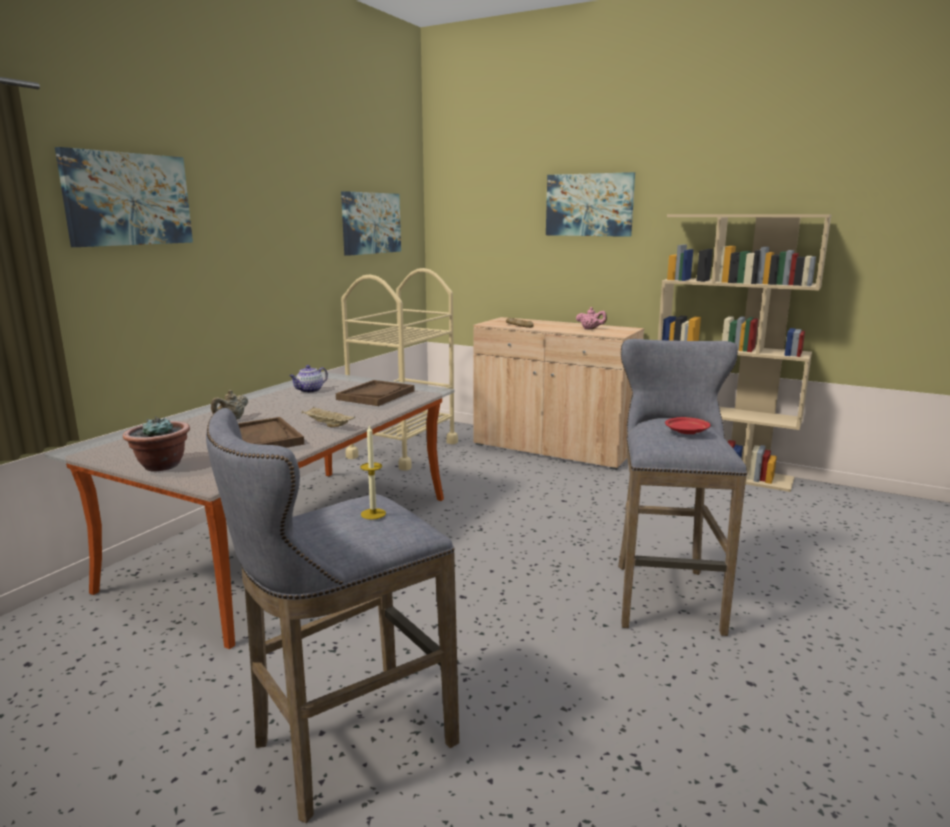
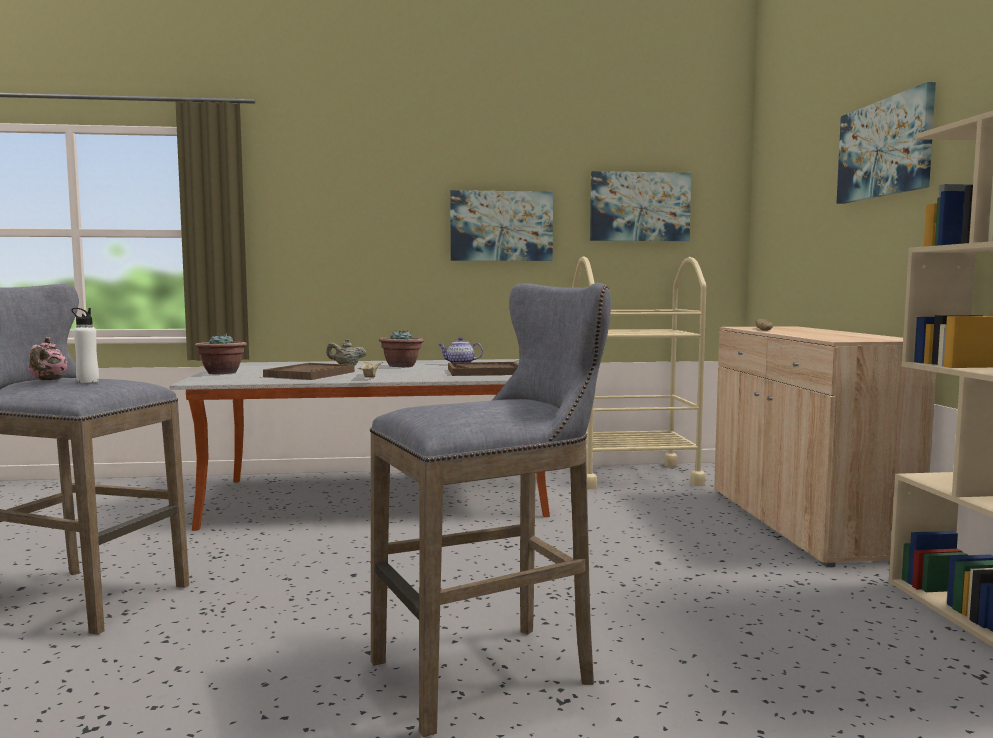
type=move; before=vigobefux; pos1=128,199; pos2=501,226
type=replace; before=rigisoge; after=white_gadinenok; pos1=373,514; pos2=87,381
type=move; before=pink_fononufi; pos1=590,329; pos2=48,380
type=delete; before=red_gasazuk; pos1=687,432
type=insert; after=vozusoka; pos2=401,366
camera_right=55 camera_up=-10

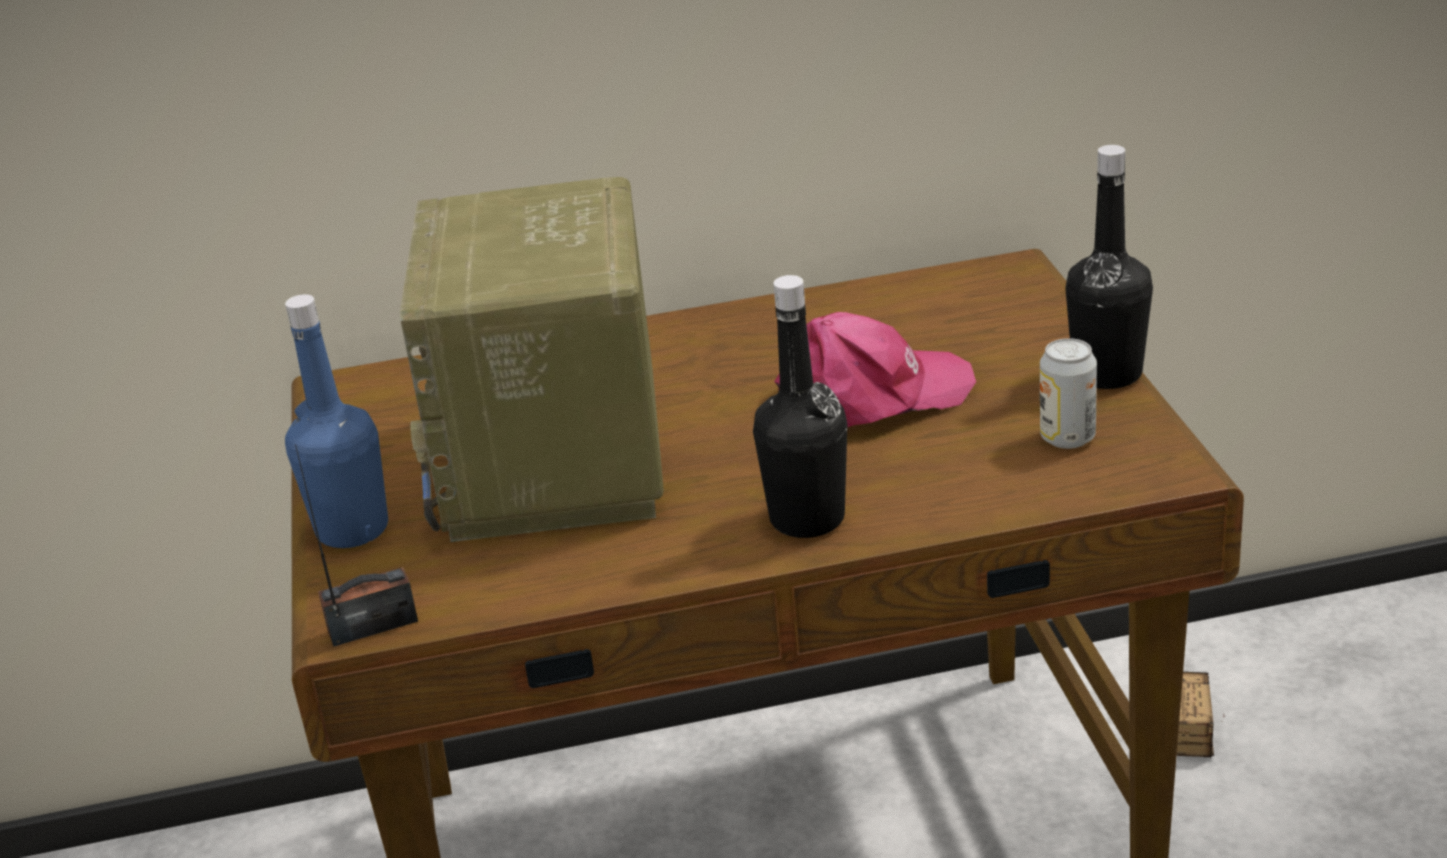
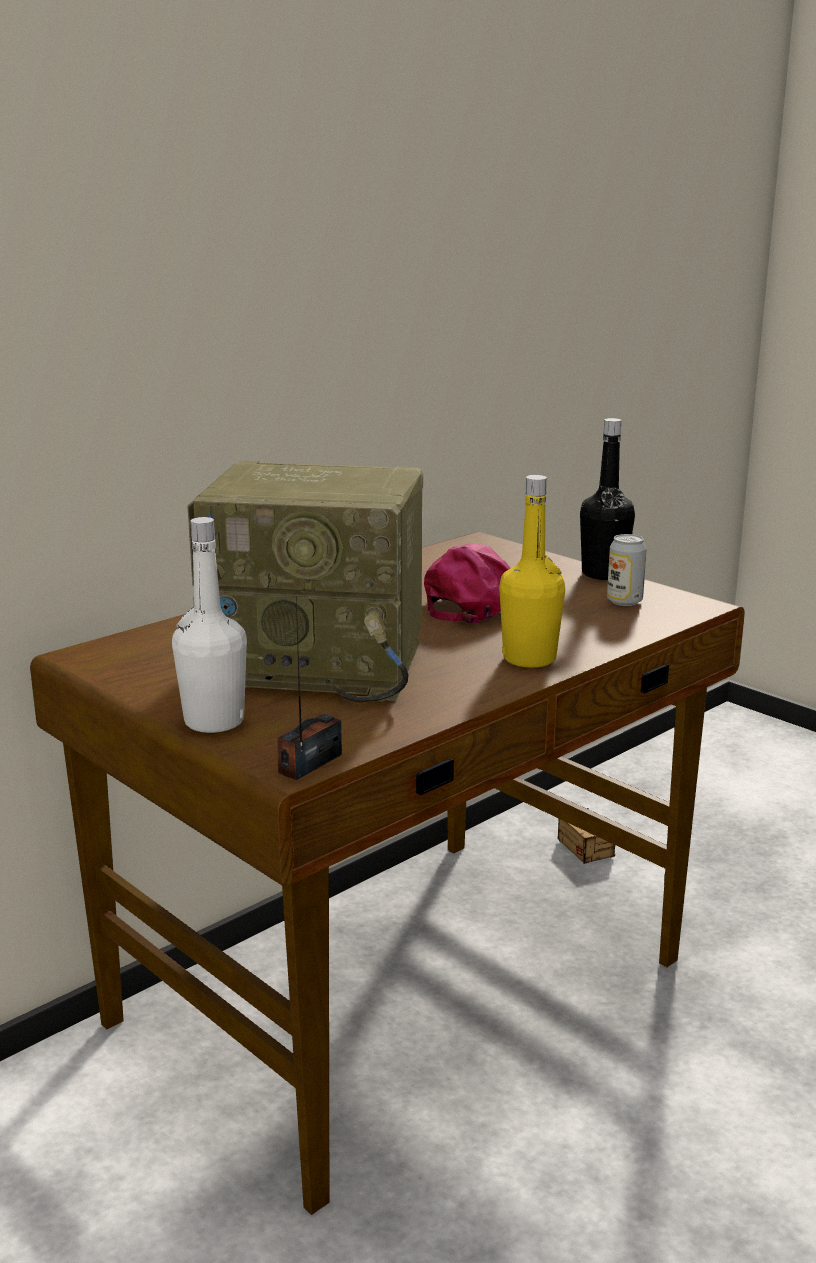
type=recolor; before=blue_gadinenok; after=white_gadinenok; pos1=352,529; pos2=214,721
type=rotate; before=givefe; pos1=558,464; pos2=320,664; turn=-45
type=recolor; before=black_gadinenok; after=yellow_gadinenok; pos1=807,519; pos2=529,658
camera_right=-35 camera_up=-10

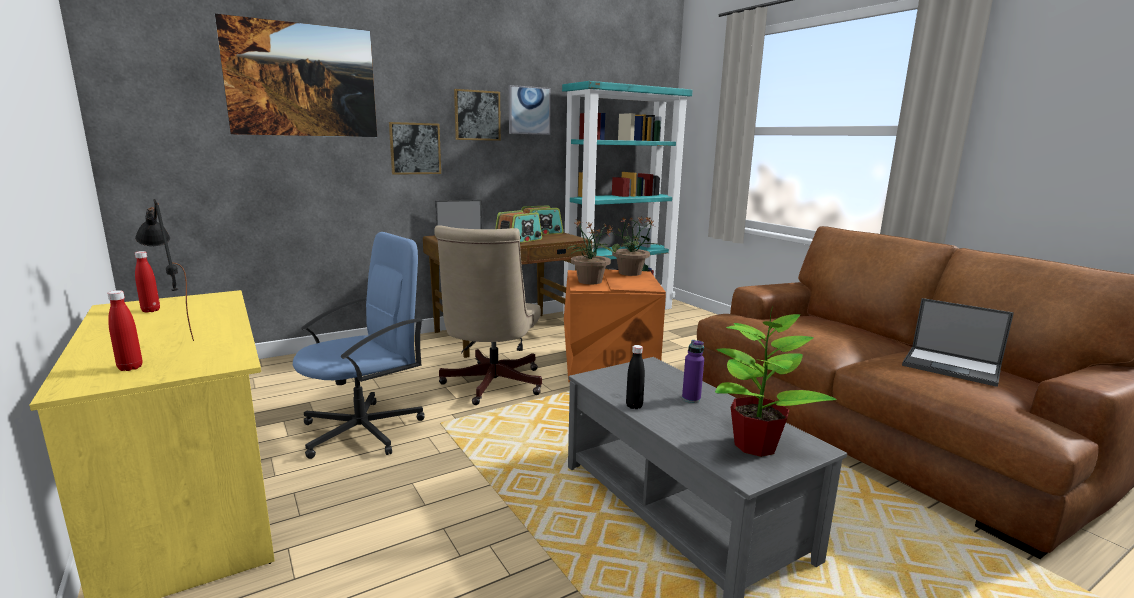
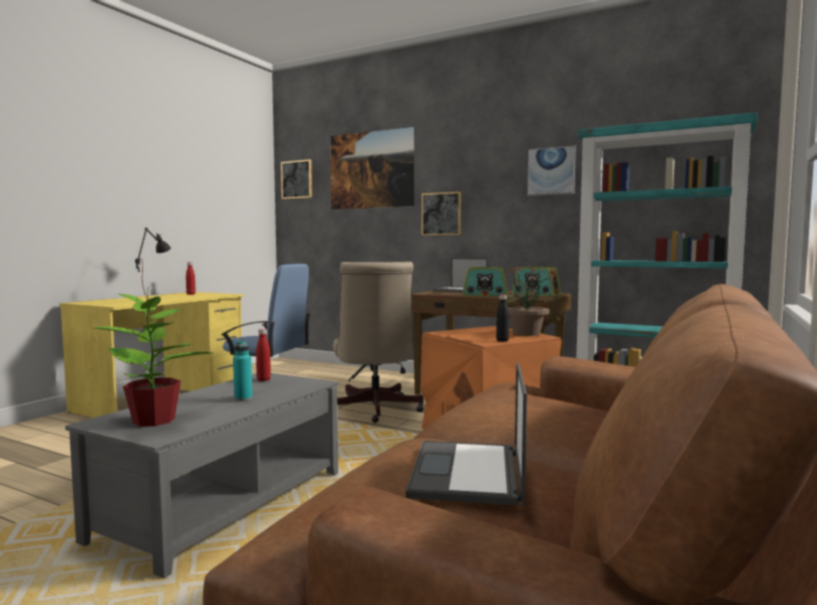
type=move; before=red_gadinenok; pos1=130,368; pos2=263,380
type=rotate; before=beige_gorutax; pos1=490,386; pos2=374,410; turn=-75
type=move; before=vigobefux; pos1=477,115; pos2=297,179
type=delete; before=vozusoka; pos1=590,281
type=move; before=black_gadinenok; pos1=634,406; pos2=502,341
type=recolor; before=purple_gadinenok; after=turquoise_gadinenok; pos1=691,399; pos2=243,398
camera_right=60 camera_up=-10

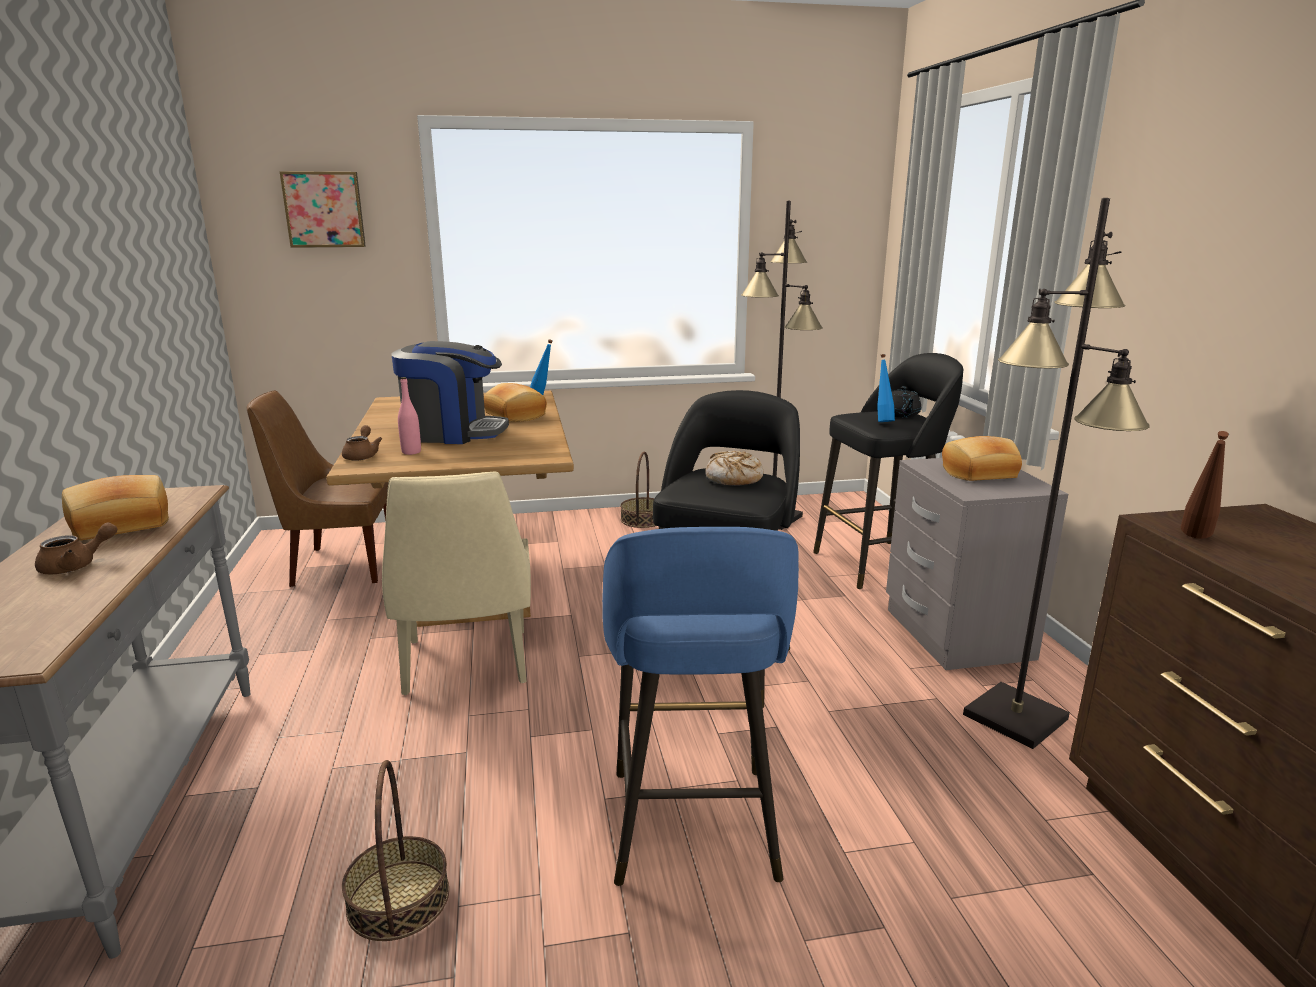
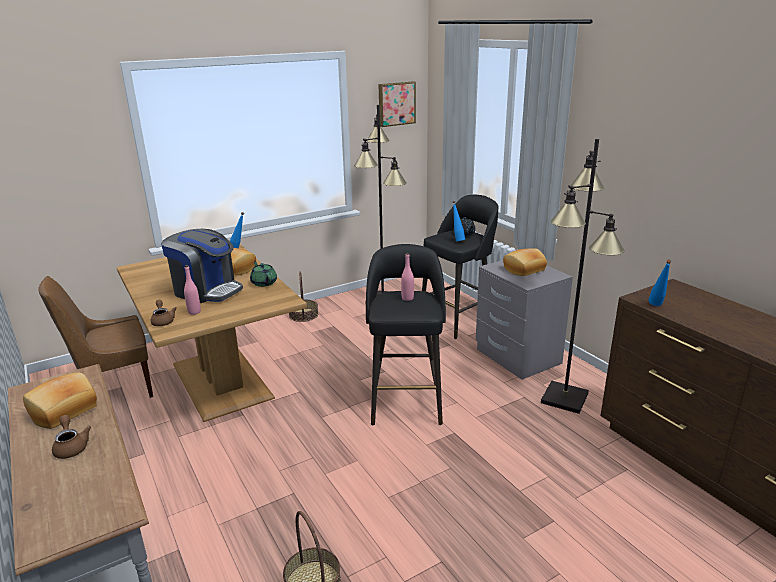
type=rotate; before=brown_fononufi; pos1=76,566; pos2=71,447; turn=-60
type=move; before=vigobefux; pos1=324,209; pos2=396,103
type=delete; before=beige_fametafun; pos1=466,664
type=rotate; before=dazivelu; pos1=453,433; pos2=206,291; turn=45
type=delete; before=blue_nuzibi; pos1=693,828
type=replace; before=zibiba; after=pink_gadinenok; pos1=733,478; pos2=407,298
type=recolor; before=brown_gadinenok; after=blue_gadinenok; pos1=1195,539; pos2=656,307
type=insert; after=green_fononufi; pos2=264,282
camera_right=-20 camera_up=5

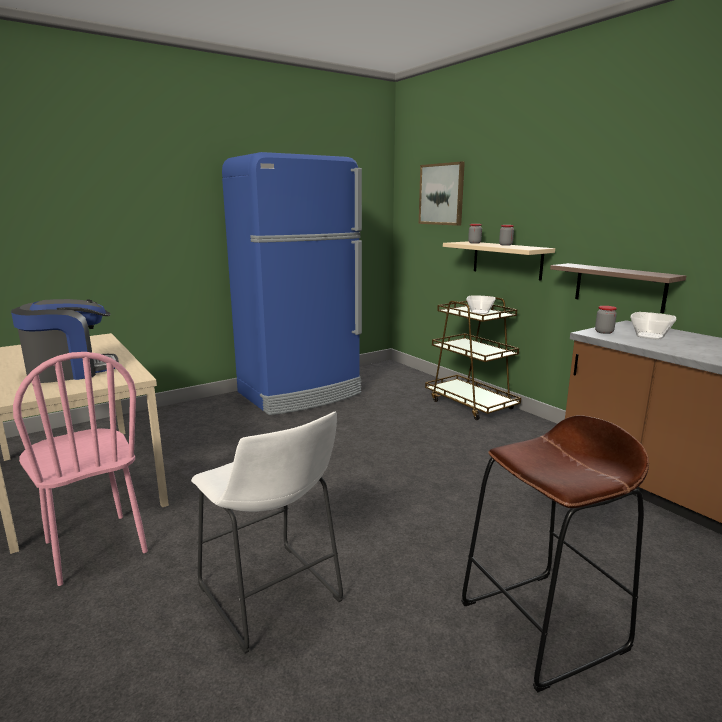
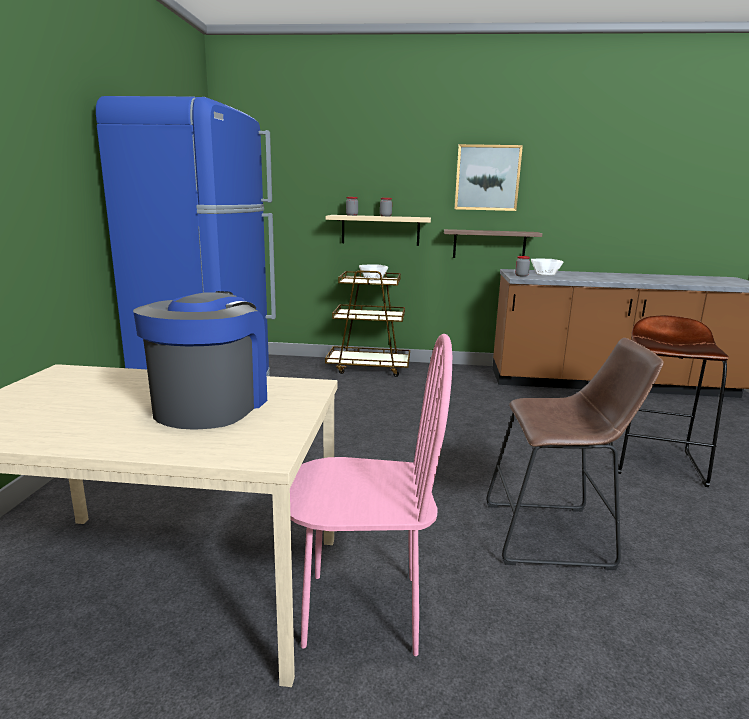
type=recolor; before=white_nuzibi; after=brown_nuzibi; pos1=272,599; pos2=555,536
type=move; before=vigobefux; pos1=441,194; pos2=487,178
camera_right=-50 camera_up=0

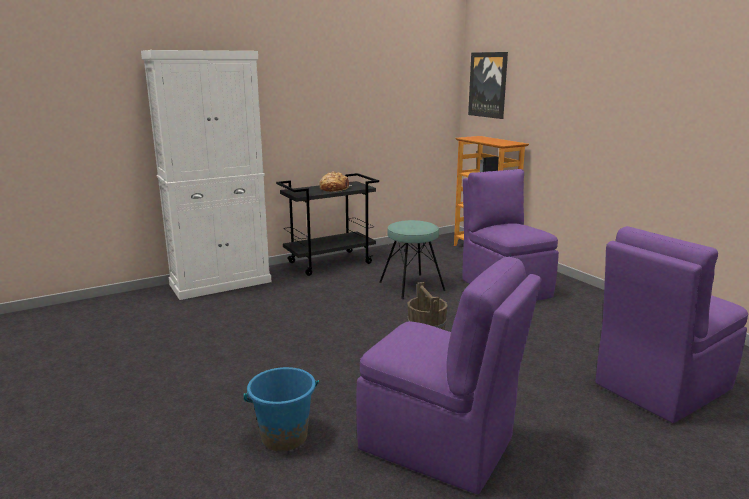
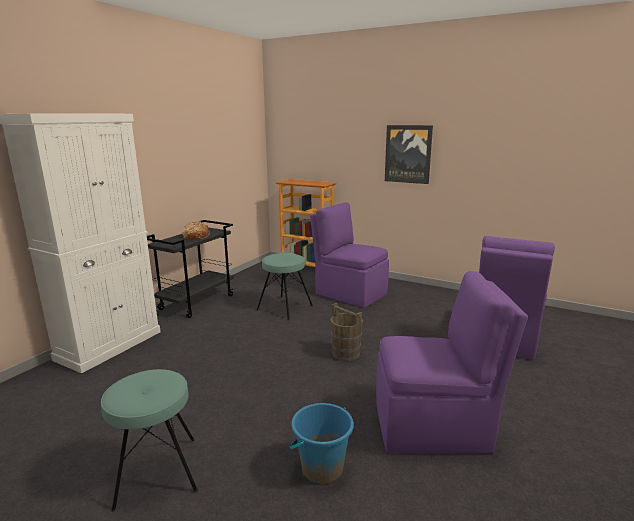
type=move; before=vigobefux; pos1=488,85; pos2=408,154
type=insert; after=turquoise_nuzibi; pos2=156,472
camera_right=-30 camera_up=0

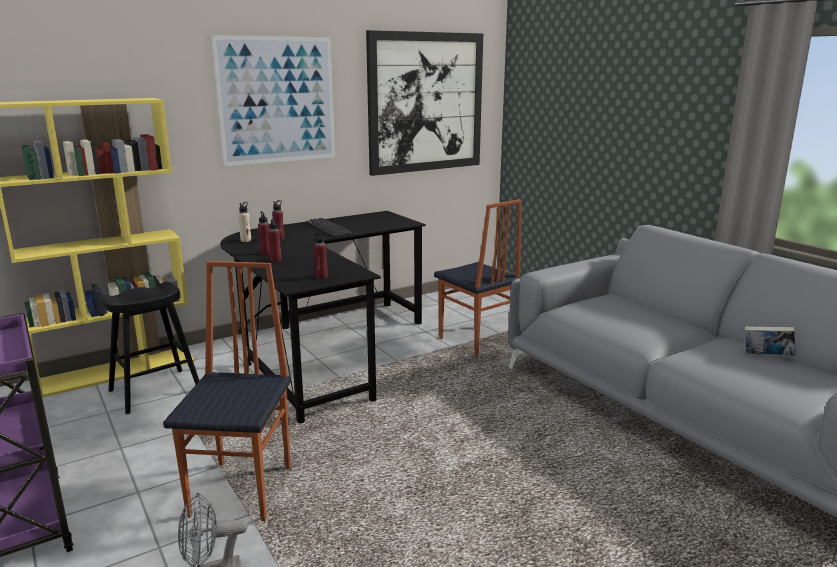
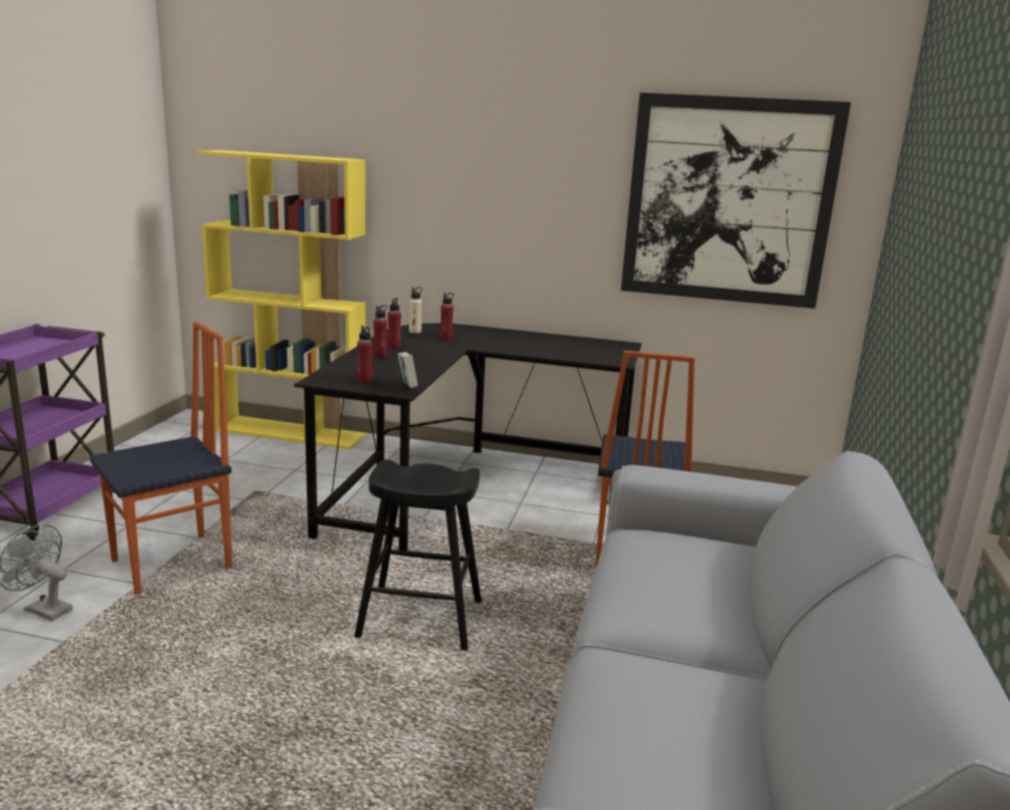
type=move; before=black_nuzibi; pos1=156,391; pos2=420,619
type=delete; before=vigobefux; pos1=277,100
type=delete; before=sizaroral; pos1=328,228
type=move; before=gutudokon; pos1=766,357; pos2=407,388
camera_right=45 camera_up=0

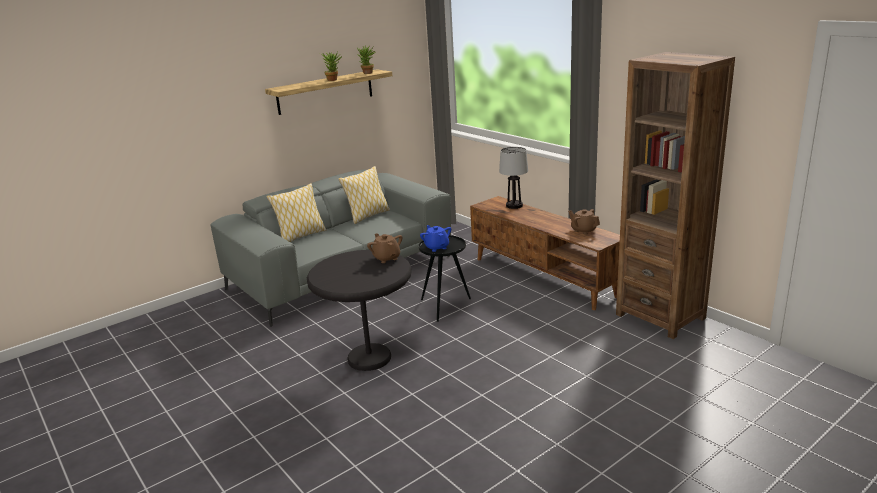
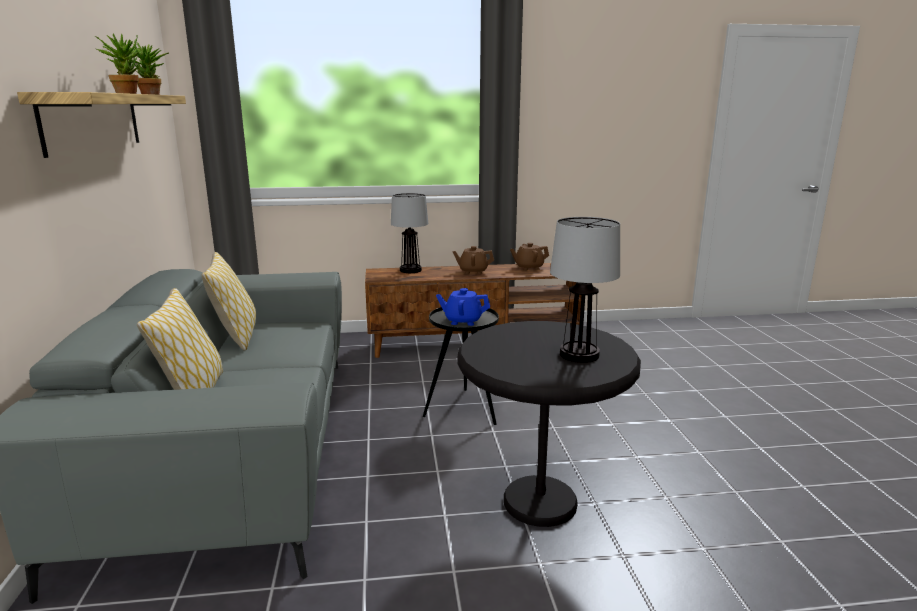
type=move; before=brown_fononufi; pos1=386,258; pos2=473,271
type=delete; before=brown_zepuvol; pos1=660,316
type=insert; after=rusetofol; pos2=578,354
camera_right=-60 camera_up=-5

